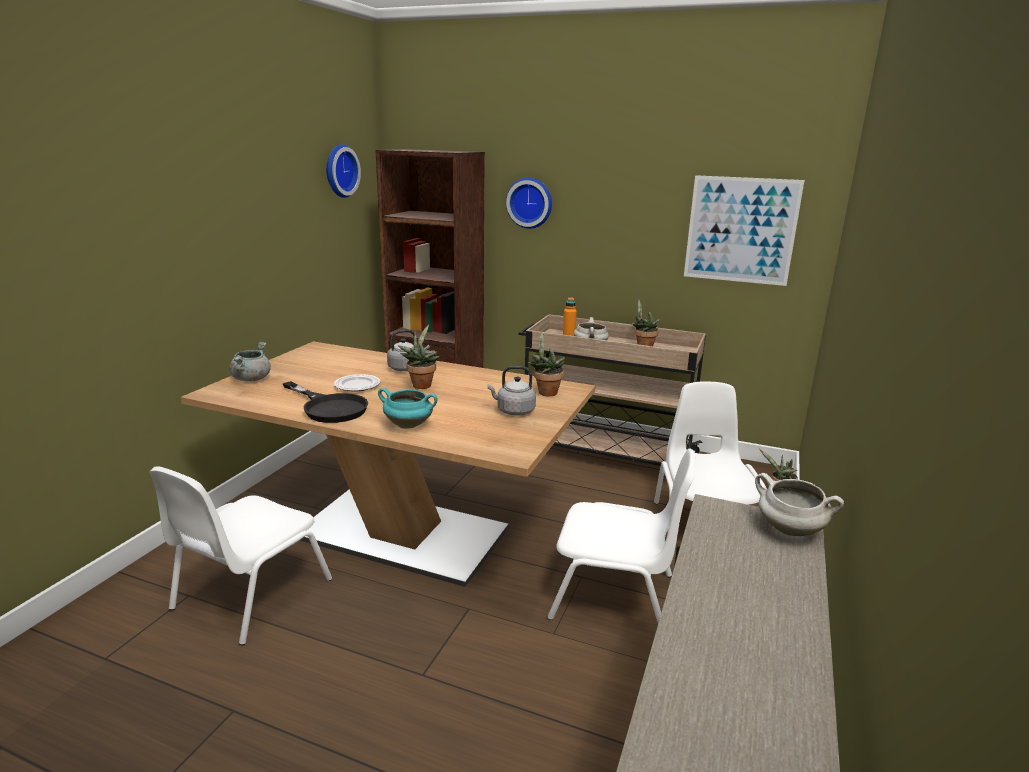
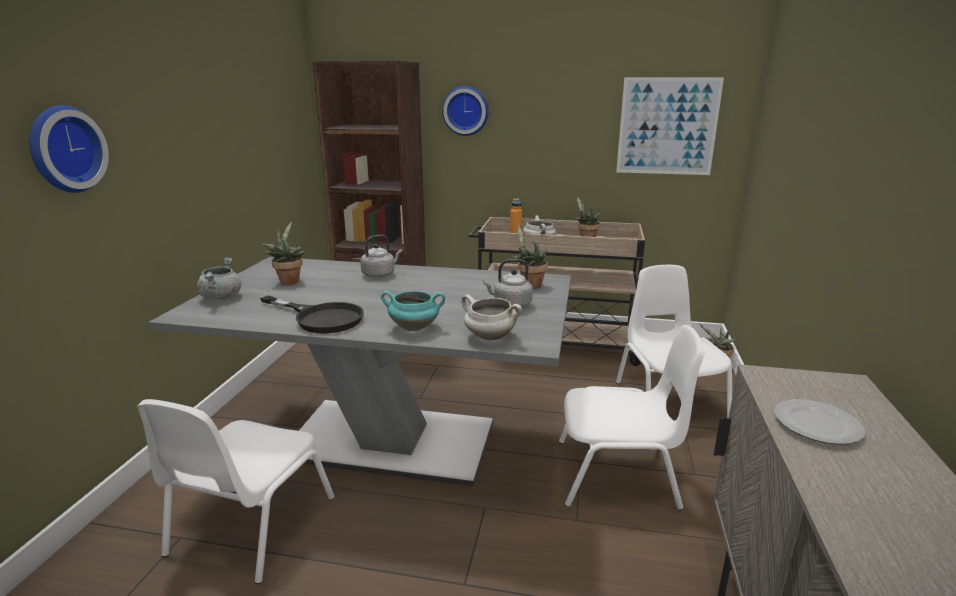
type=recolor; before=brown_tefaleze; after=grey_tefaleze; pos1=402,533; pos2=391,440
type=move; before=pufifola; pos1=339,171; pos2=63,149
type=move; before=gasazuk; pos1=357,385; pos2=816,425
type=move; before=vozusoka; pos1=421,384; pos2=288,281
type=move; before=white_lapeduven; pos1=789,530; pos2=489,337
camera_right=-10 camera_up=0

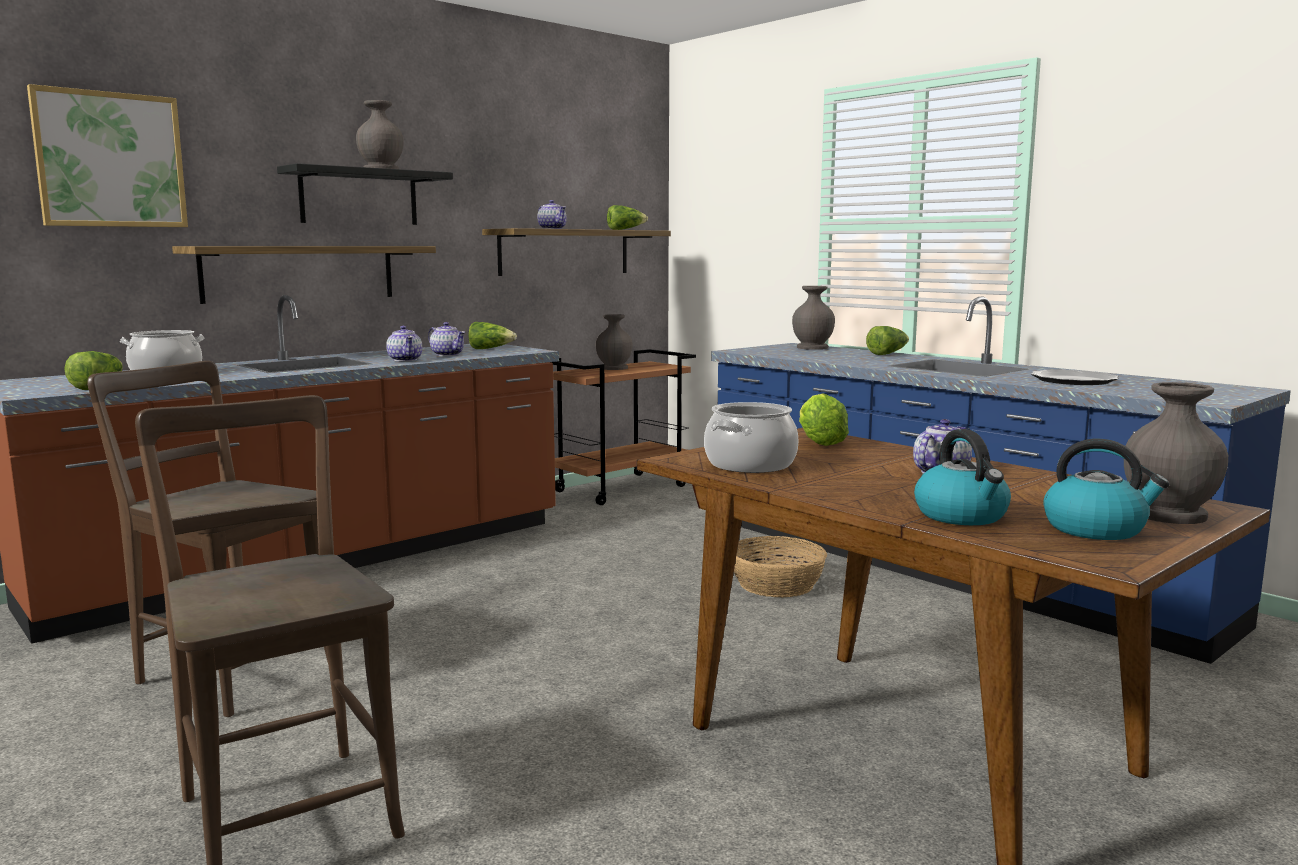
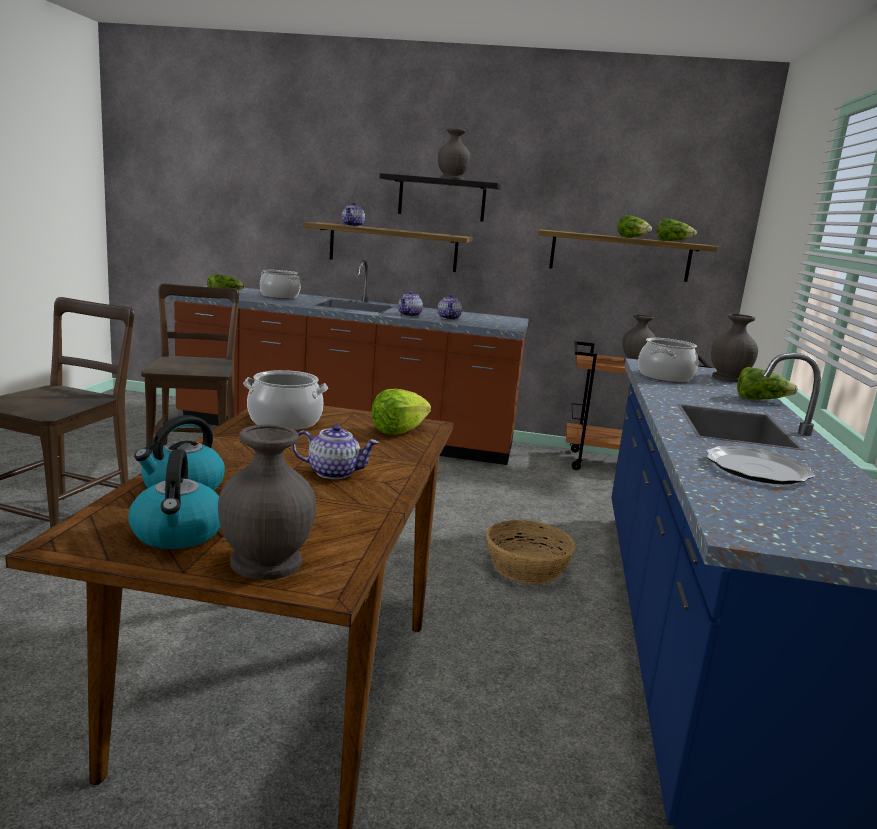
type=delete; before=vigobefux; pos1=110,160
type=move; before=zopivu; pos1=490,349; pos2=632,238
type=move; before=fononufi; pos1=552,229; pos2=353,225
type=insert; after=lapeduven; pos2=664,376
camera_right=50 camera_up=5

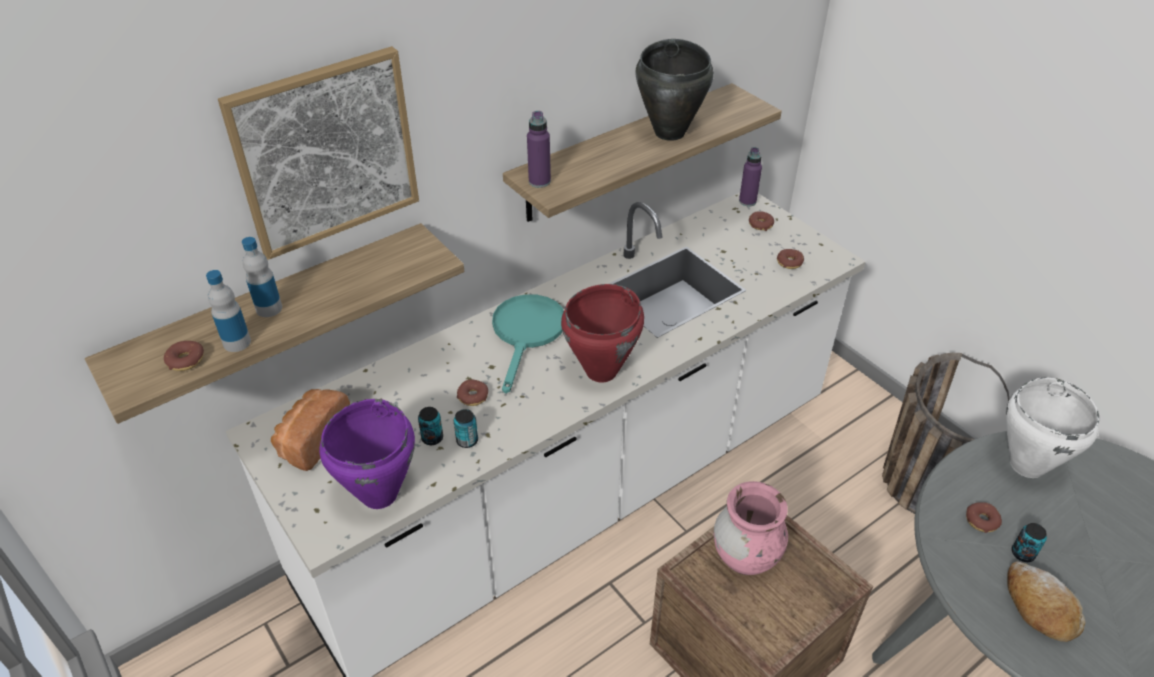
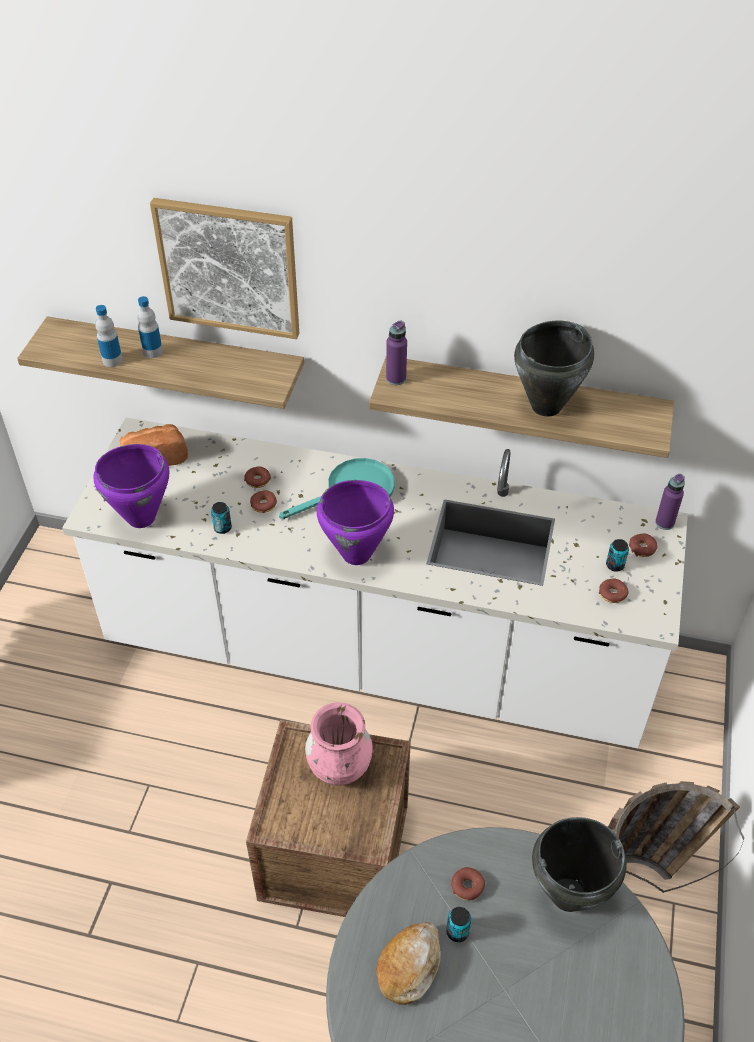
type=move; before=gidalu; pos1=186,360; pos2=257,480
type=move; before=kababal; pos1=432,438; pos2=615,565
type=recolor; before=red_lapeduven; after=purple_lapeduven; pos1=602,371; pos2=357,555
type=recolor; before=white_lapeduven; after=black_lapeduven; pos1=1026,465; pos2=567,894
camera_right=50 camera_up=5

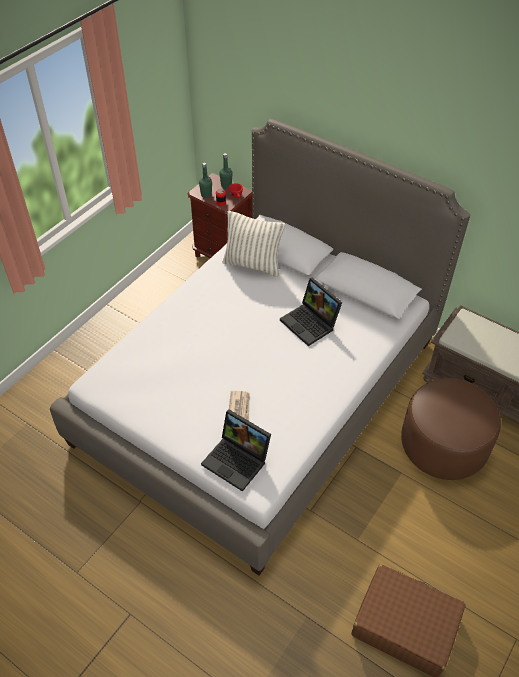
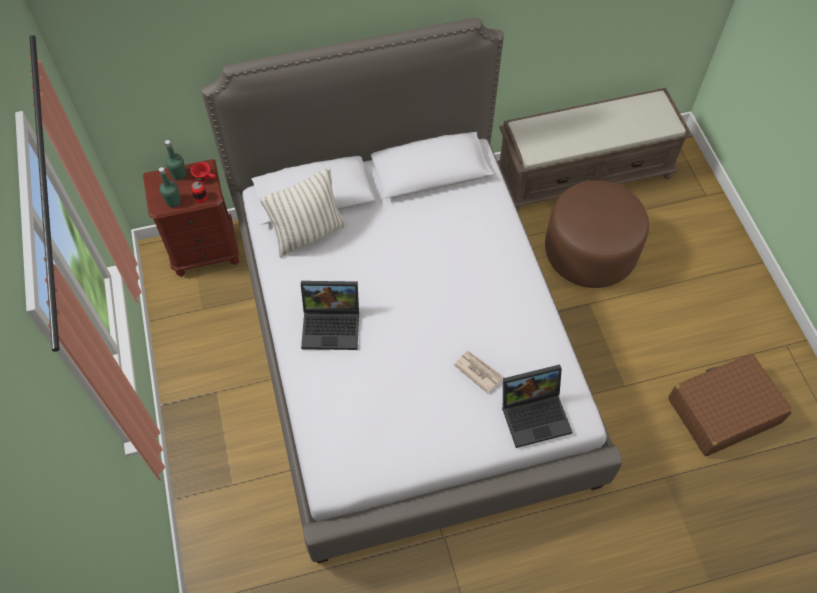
type=move; before=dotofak; pos1=311,323; pos2=332,325
camera_right=-50 camera_up=10

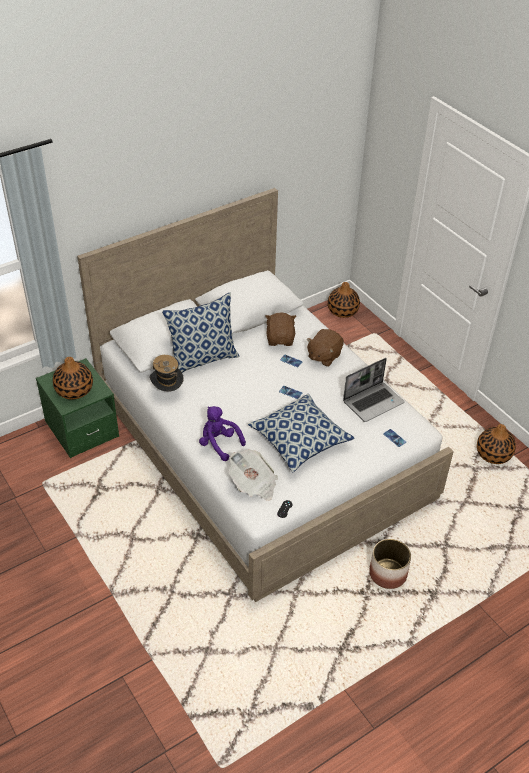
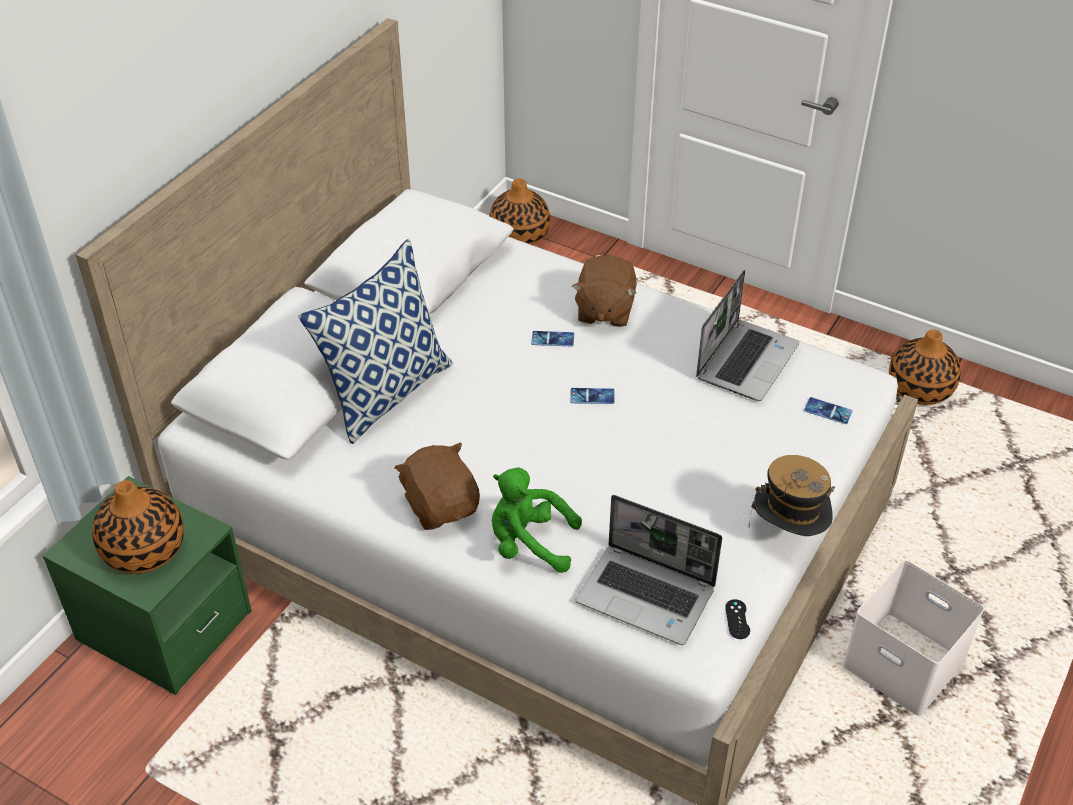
type=move; before=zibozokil; pos1=167,391; pos2=787,534
type=recolor; before=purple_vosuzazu; after=green_vosuzazu; pos1=219,444; pos2=529,543
type=replace; before=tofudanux; after=dotofak; pos1=253,484; pos2=647,595
type=delete; before=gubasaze; pos1=300,441
type=move; before=brown_vosuzazu; pos1=280,339; pos2=441,505
type=replace; before=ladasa; after=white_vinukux; pos1=387,573; pos2=900,664
camera_right=-25 camera_up=0

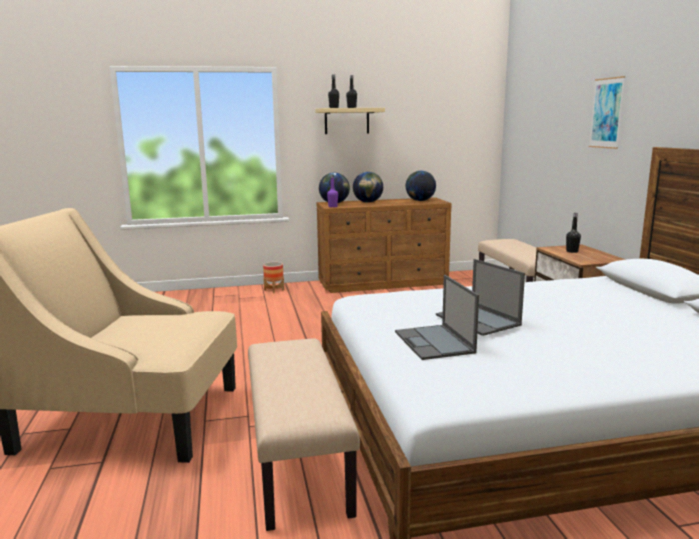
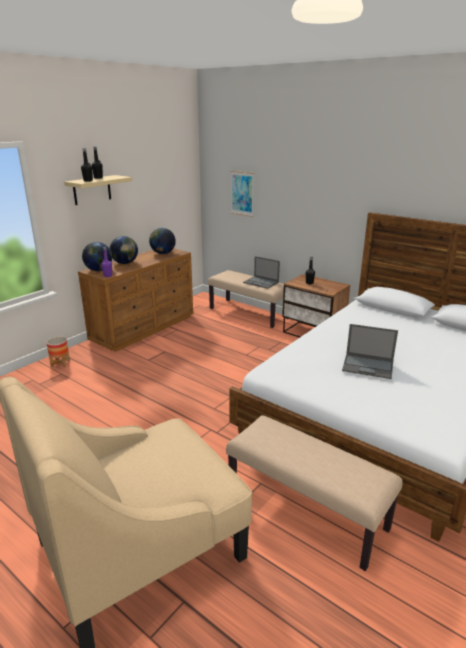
type=move; before=dotofak; pos1=434,342; pos2=261,282
type=move; before=vigobefux; pos1=606,113; pos2=242,193
camera_right=-40 camera_up=10

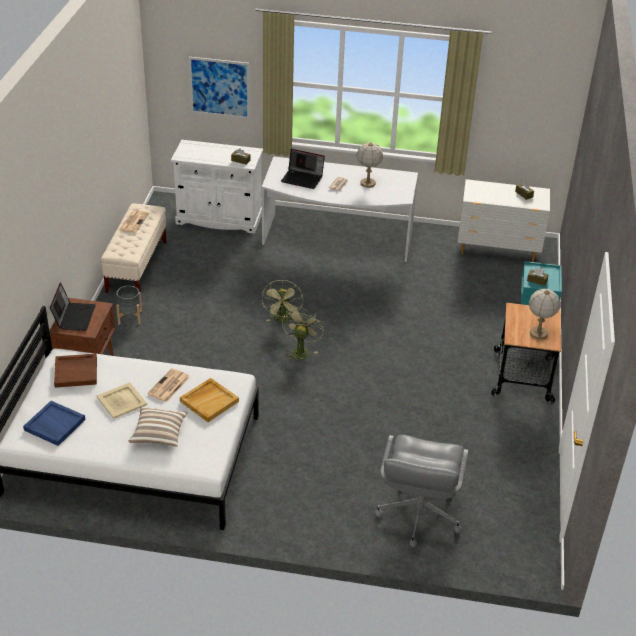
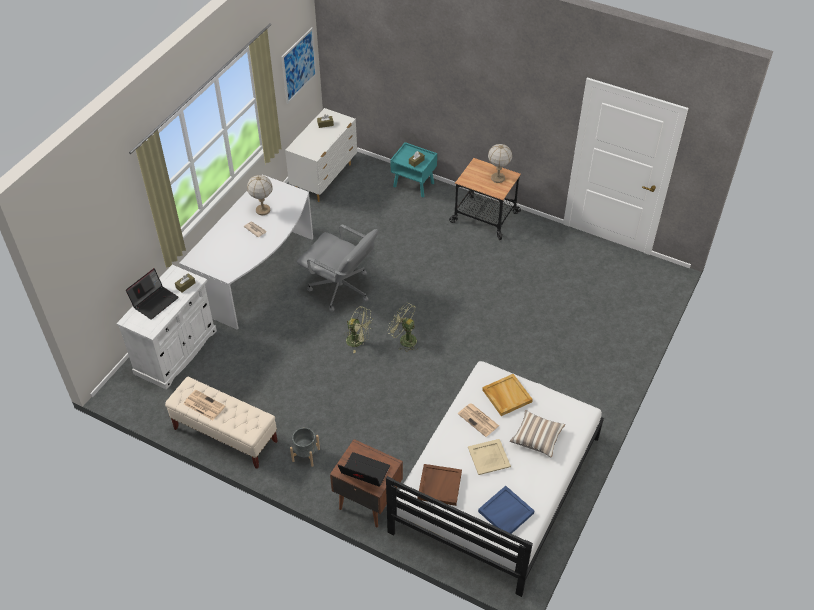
type=move; before=vigobefux; pos1=219,87; pos2=299,65
type=move; before=dotofak; pos1=303,178; pos2=155,301
type=move; before=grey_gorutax; pos1=418,514; pos2=341,289
camera_right=-70 camera_up=10

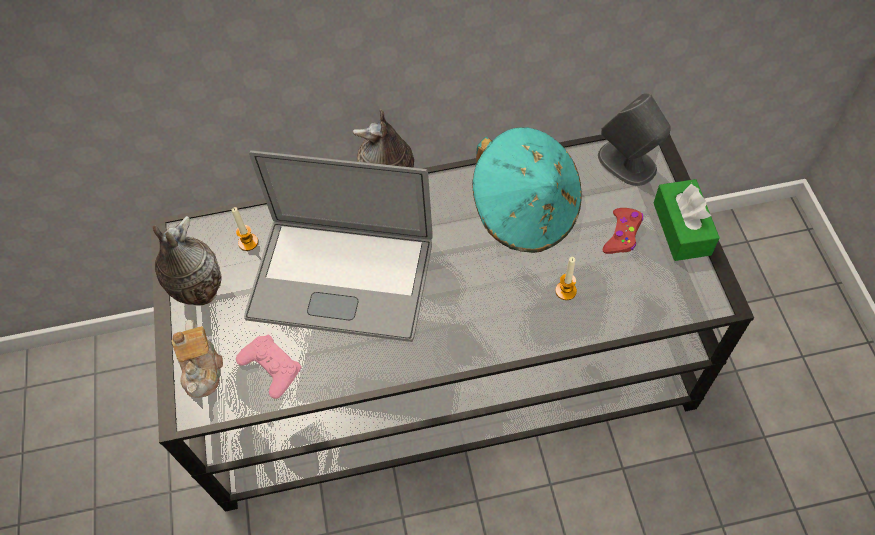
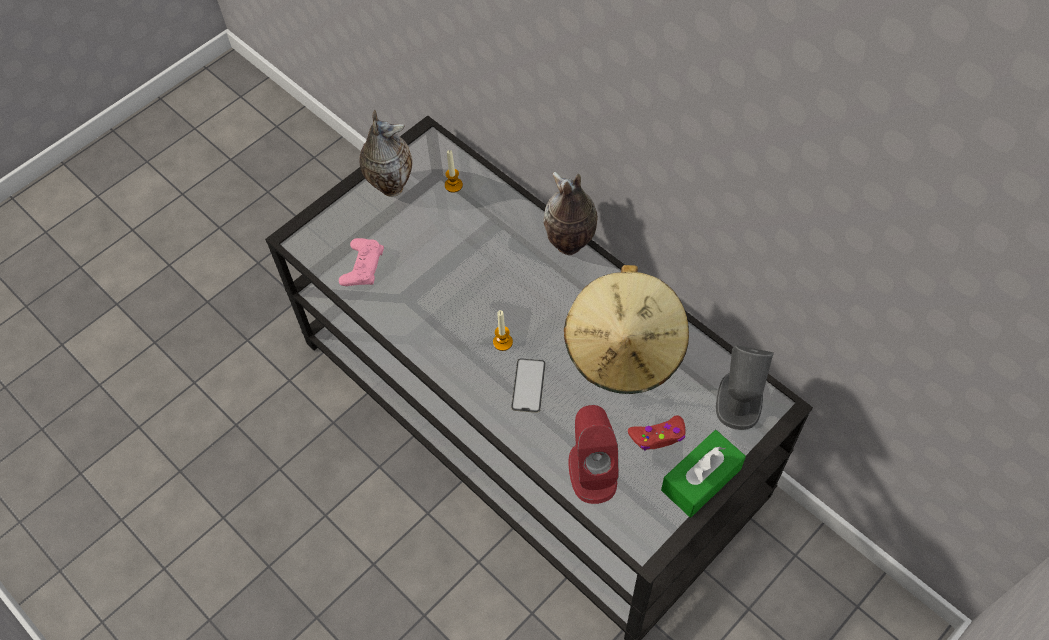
type=delete; before=fononufi; pos1=202,369
type=delete; before=dotofak; pos1=341,278
type=recolor; before=turquoise_zibozokil; after=beige_zibozokil; pos1=525,212; pos2=625,351
type=move; before=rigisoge; pos1=565,291; pos2=502,342
type=insert; after=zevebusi; pos2=528,385
type=insert; after=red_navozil; pos2=592,470
camera_right=55 camera_up=0

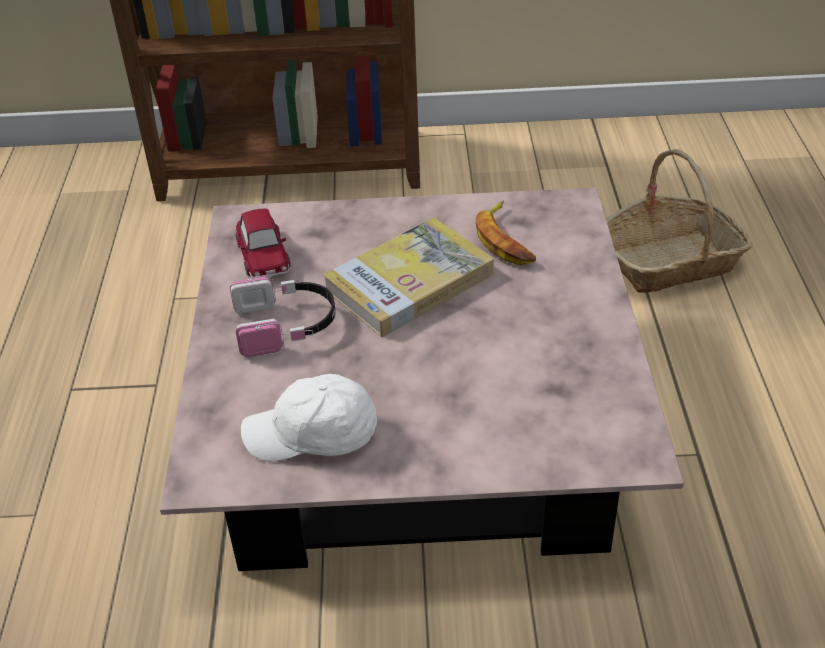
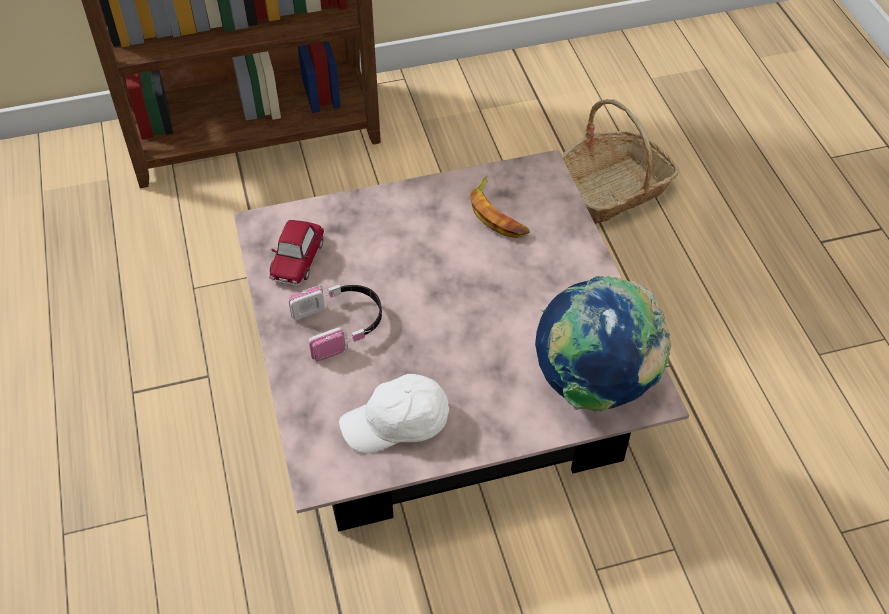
type=rotate; before=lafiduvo; pos1=263,256; pos2=297,259; turn=45
type=delete; before=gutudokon; pos1=409,282
type=insert; after=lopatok; pos2=594,384
camera_right=-15 camera_up=10

